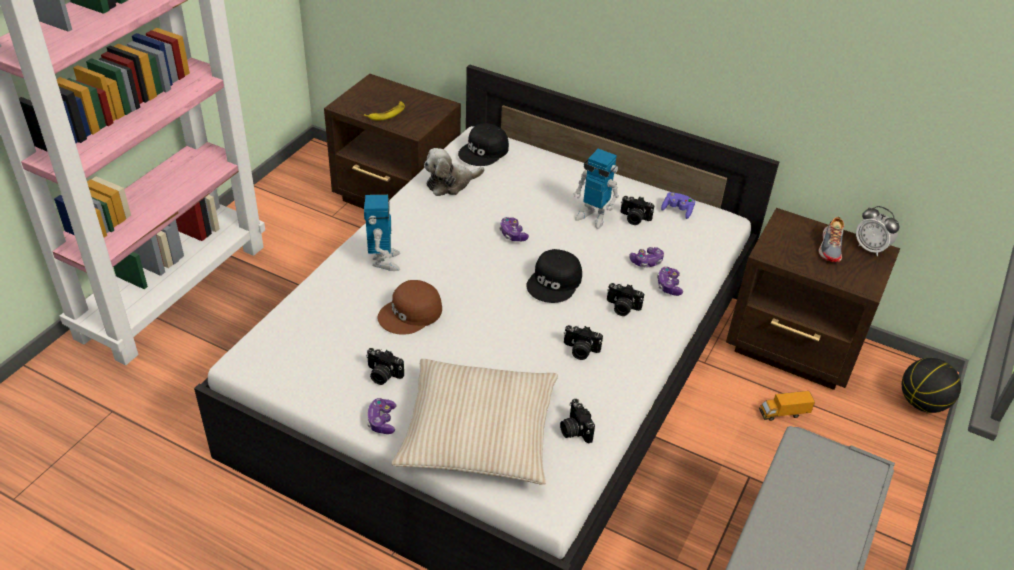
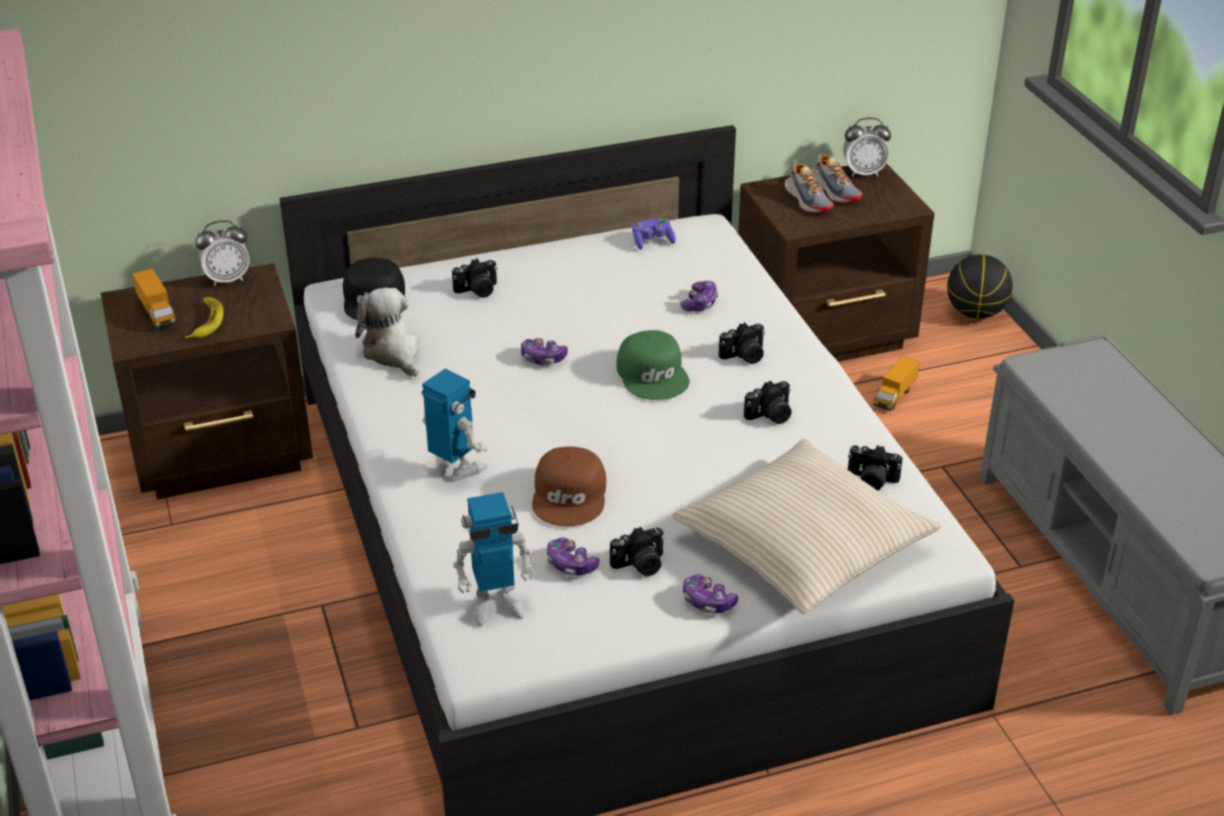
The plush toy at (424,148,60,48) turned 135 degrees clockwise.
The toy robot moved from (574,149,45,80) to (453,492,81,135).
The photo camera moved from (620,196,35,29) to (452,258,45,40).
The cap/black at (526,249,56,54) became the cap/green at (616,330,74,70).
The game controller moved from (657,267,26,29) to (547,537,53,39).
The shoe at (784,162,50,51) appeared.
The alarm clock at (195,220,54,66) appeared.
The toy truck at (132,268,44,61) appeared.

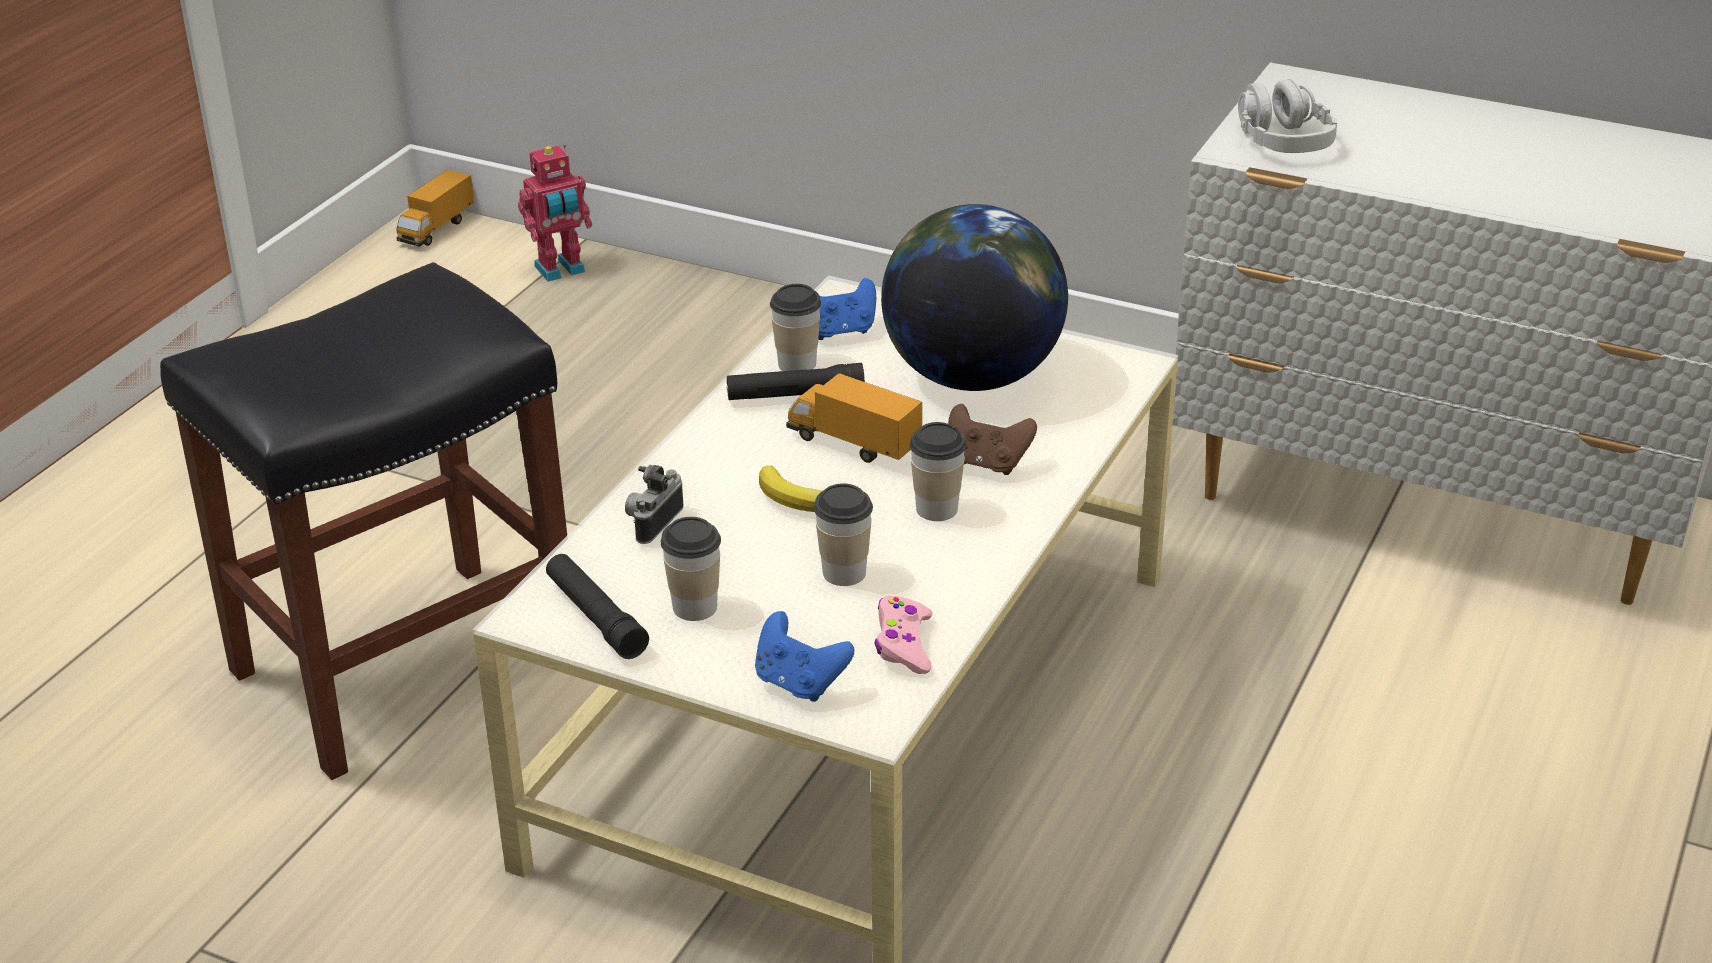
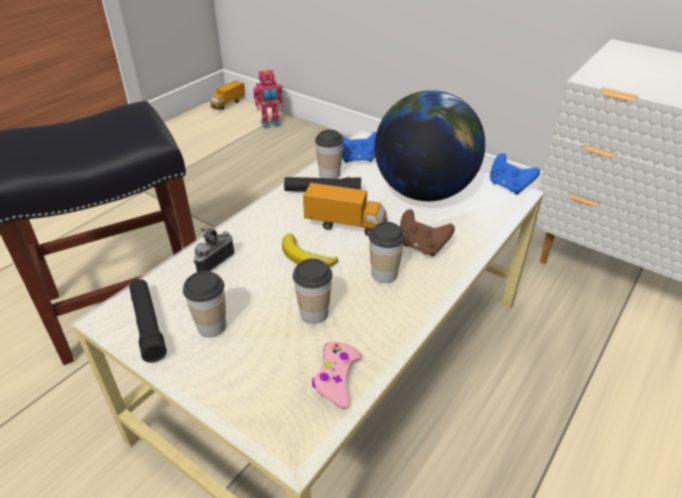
The headphones/grey at (1238,79,99,74) disappeared.
The toy truck at (786,373,136,90) turned 150 degrees clockwise.
The game controller/blue moved from (755,611,99,91) to (490,153,50,42).

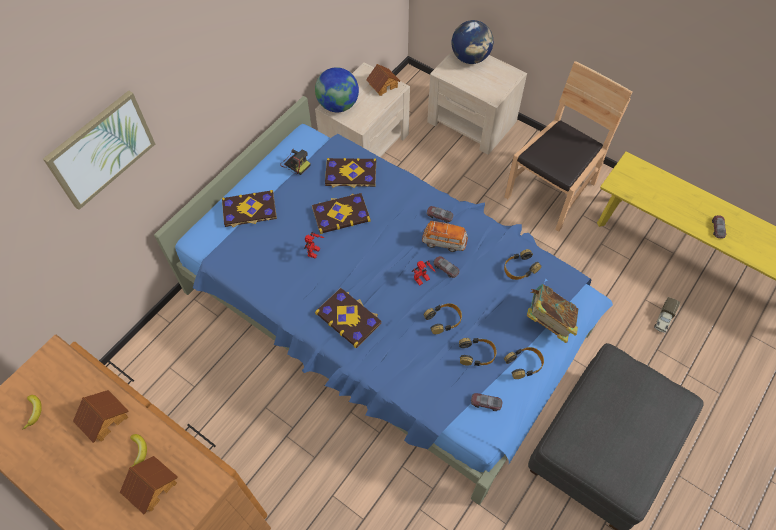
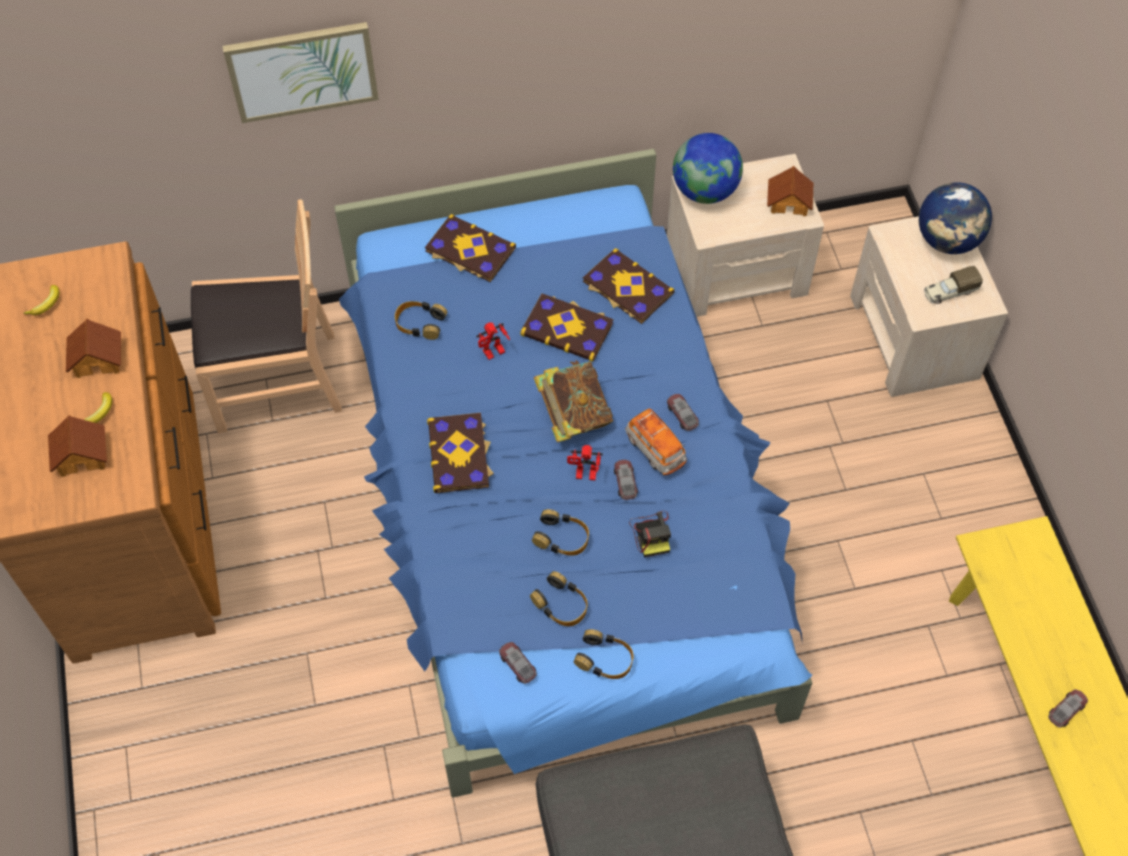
The chair/brown moved from (504,61,128,171) to (191,199,151,234).
The photo camera moved from (280,149,31,26) to (629,511,42,46).
The headphones moved from (504,249,38,31) to (395,301,52,39).
The book moved from (527,284,51,59) to (534,360,79,83).
The toy truck moved from (654,297,26,36) to (924,266,59,38).

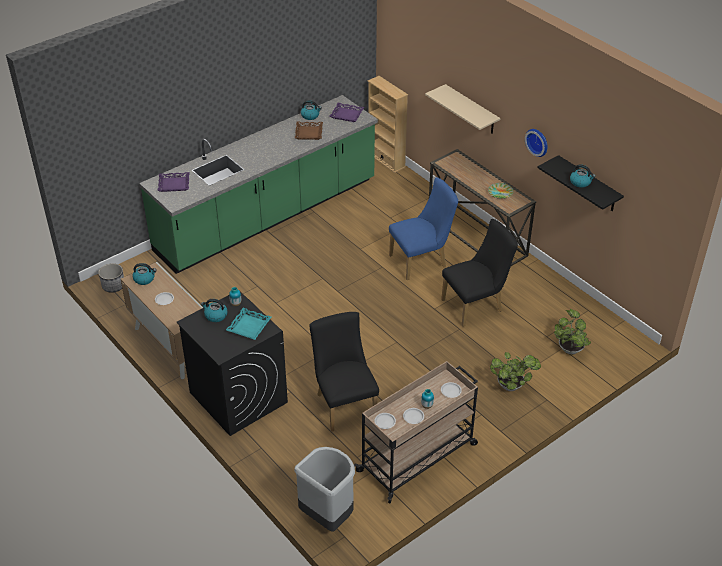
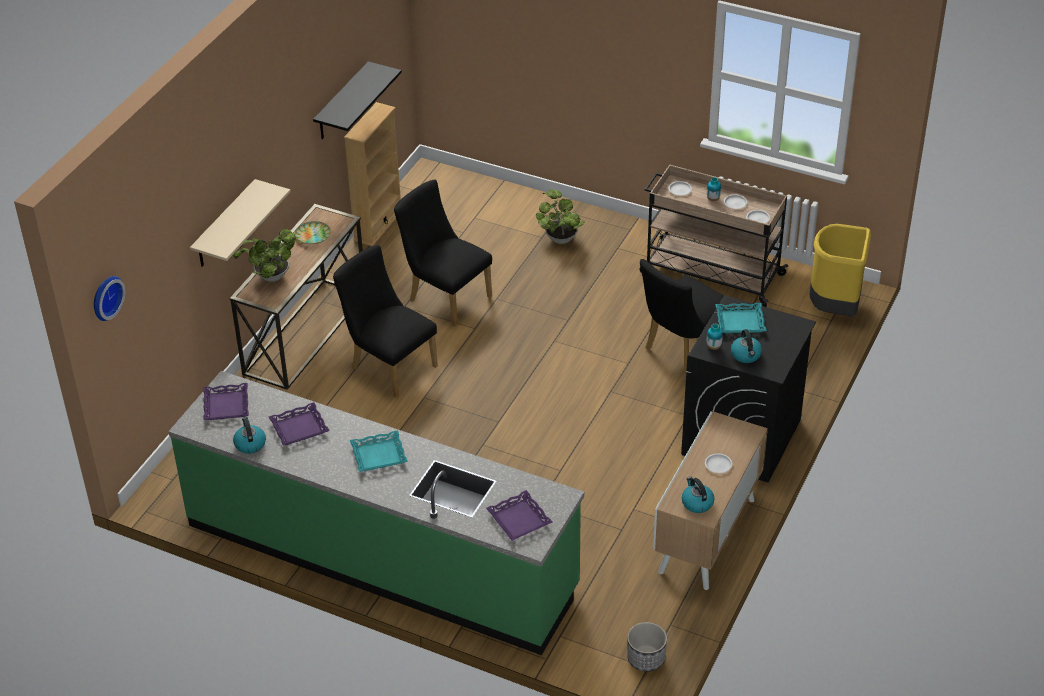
The bookcase/beige moved from (368,76,40,97) to (344,102,57,144).
The tray/brown at (295,122,28,18) became the tray/purple at (269,402,61,44).
The wall clock moved from (525,129,22,28) to (94,276,31,45).
The kettle at (570,164,26,23) disappeared.
The chair/blue at (389,177,69,103) became the chair/black at (333,245,105,153).
The potted plant moved from (554,309,37,46) to (233,228,63,54).
The trash can/grey at (294,447,61,85) became the trash can/yellow at (809,224,62,92).
The tray/turquoise at (350,430,58,42) appeared.

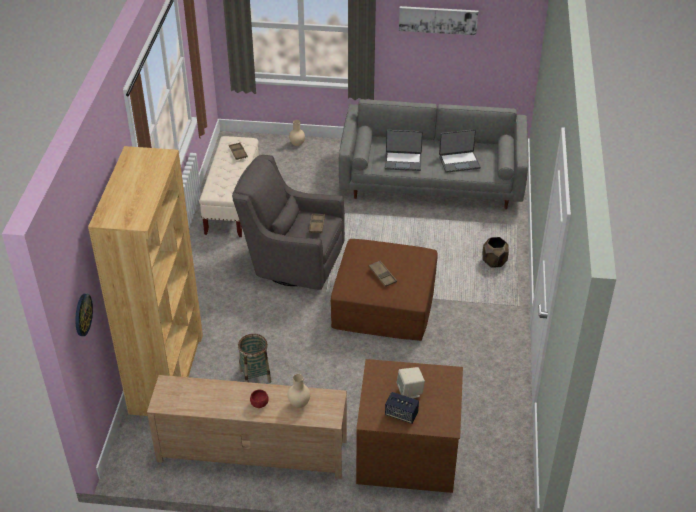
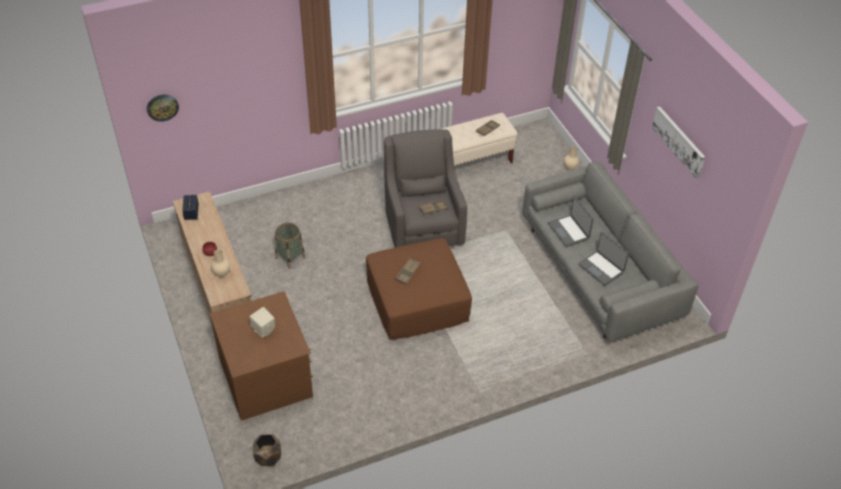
The bookcase/brown at (88,146,115,270) disappeared.
The planter/brown moved from (483,237,26,31) to (253,434,28,32).
The speaker moved from (385,392,34,32) to (182,195,17,25).

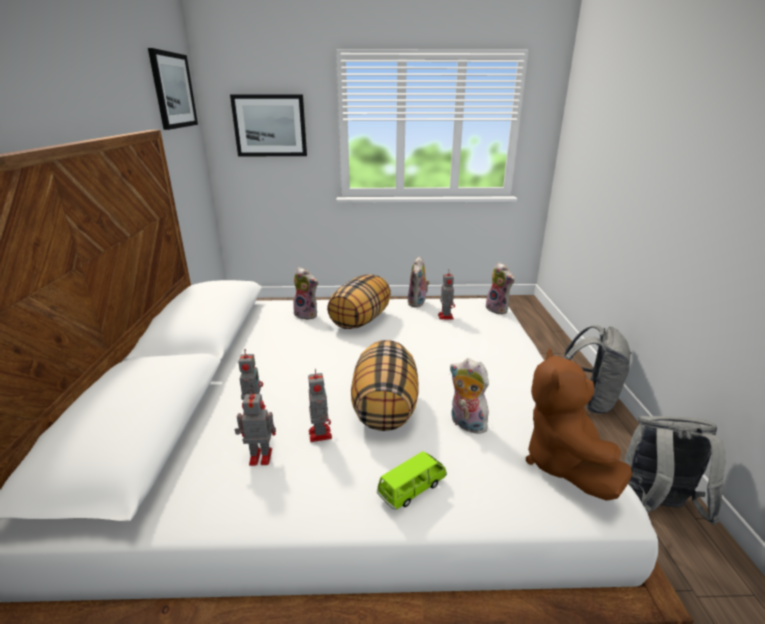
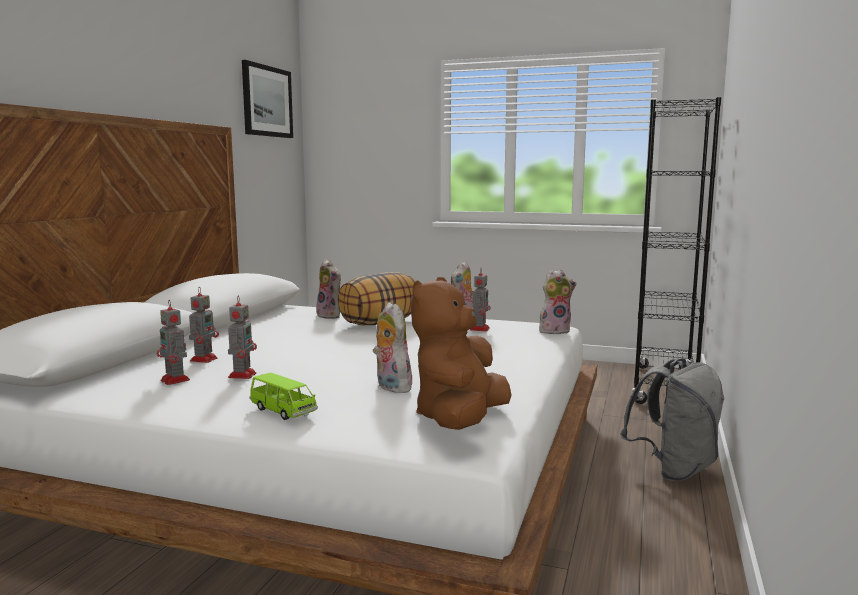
The picture at (230,94,77,62) disappeared.
The plush toy at (486,262,29,52) turned 90 degrees counterclockwise.
The pillow at (351,340,68,91) disappeared.
The toy robot at (235,389,41,77) turned 150 degrees counterclockwise.
The backpack/grey at (624,416,101,109) disappeared.
The toy car/green at (377,451,70,59) turned 60 degrees clockwise.
The bookcase/black at (632,97,89,307) appeared.

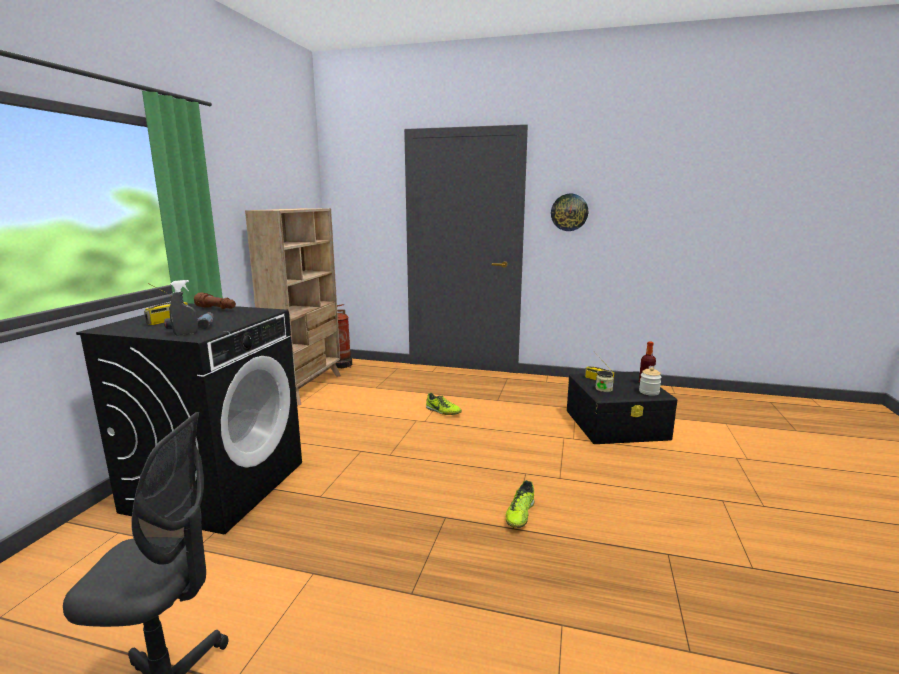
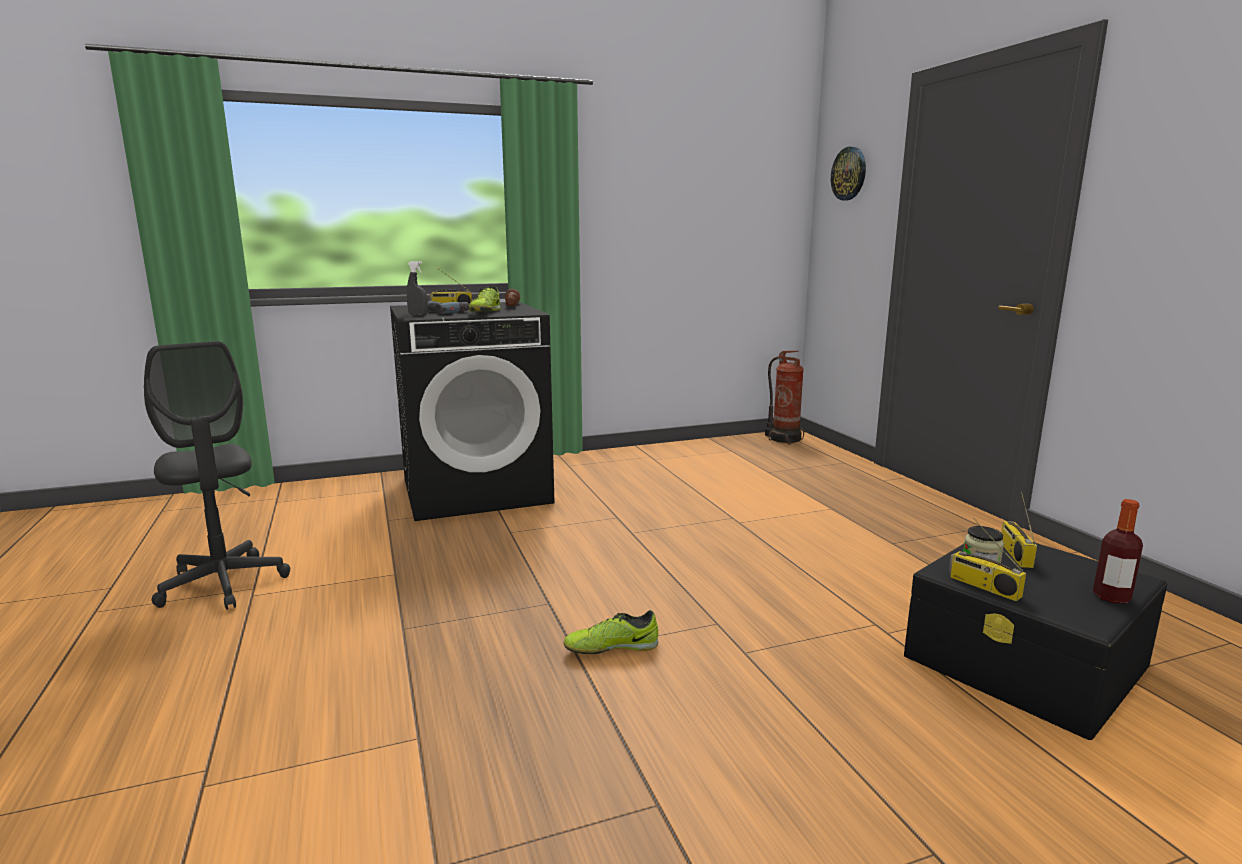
The wall clock moved from (551,194,37,37) to (831,147,35,54).
The bookcase/beige at (245,208,96,198) disappeared.
The jar at (639,367,23,29) disappeared.
The shoe moved from (426,393,36,22) to (469,286,32,25).
The radio at (949,518,77,83) appeared.

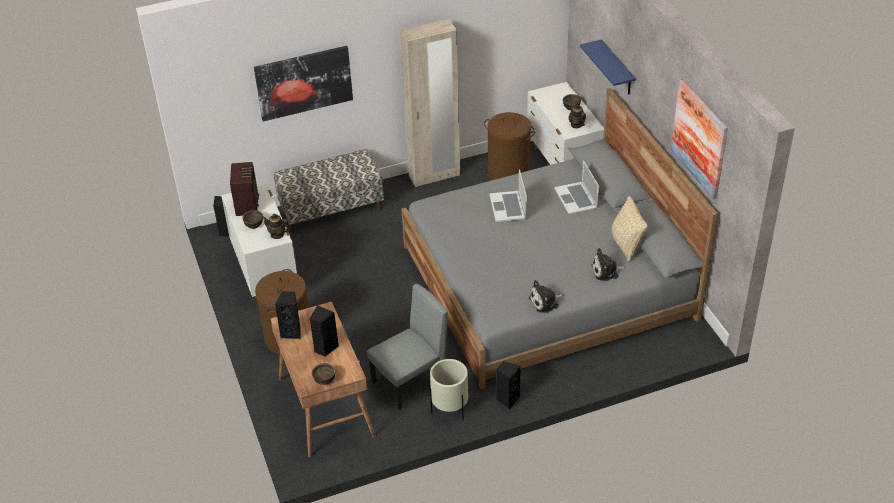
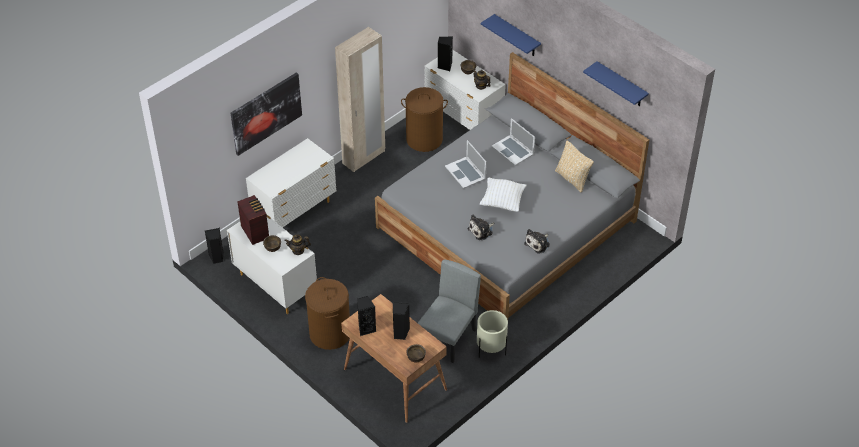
The picture at (671,80,57,119) was replaced by the shelf/blue at (583,61,66,45).
The bench at (274,149,110,85) was replaced by the dresser/white at (246,138,90,89).
The plush toy moved from (591,248,35,33) to (468,214,27,26).
The speaker/black moved from (497,361,24,48) to (438,36,15,35).
The pillow/white at (480,177,47,35) appeared.

